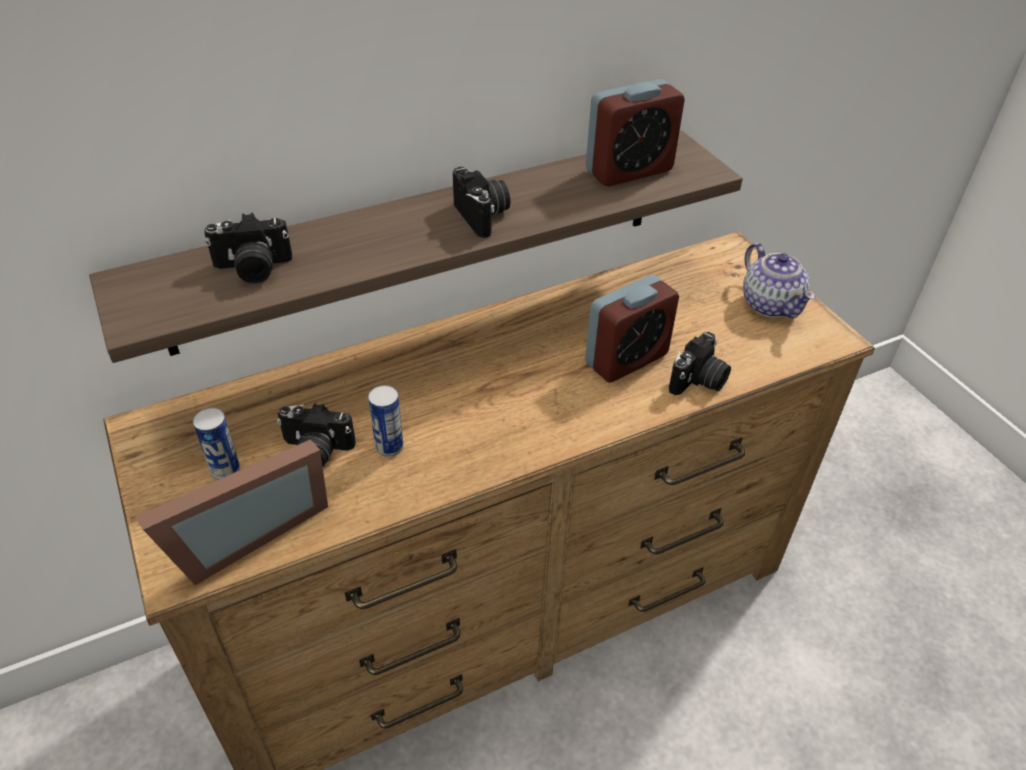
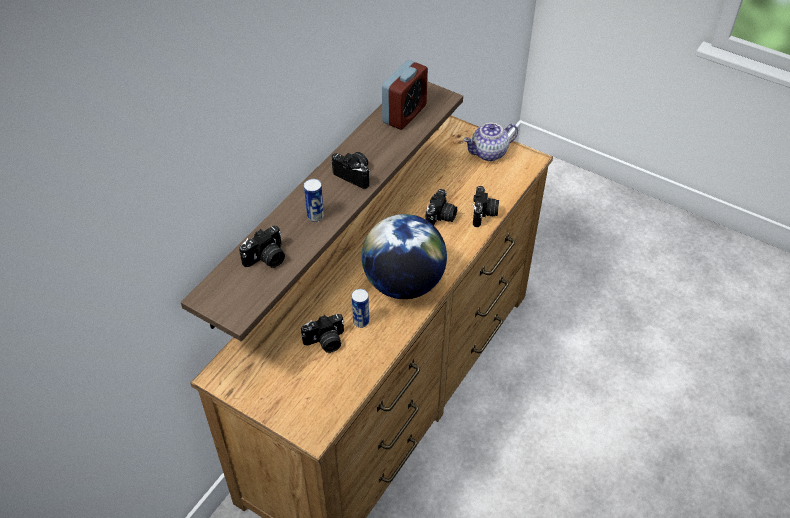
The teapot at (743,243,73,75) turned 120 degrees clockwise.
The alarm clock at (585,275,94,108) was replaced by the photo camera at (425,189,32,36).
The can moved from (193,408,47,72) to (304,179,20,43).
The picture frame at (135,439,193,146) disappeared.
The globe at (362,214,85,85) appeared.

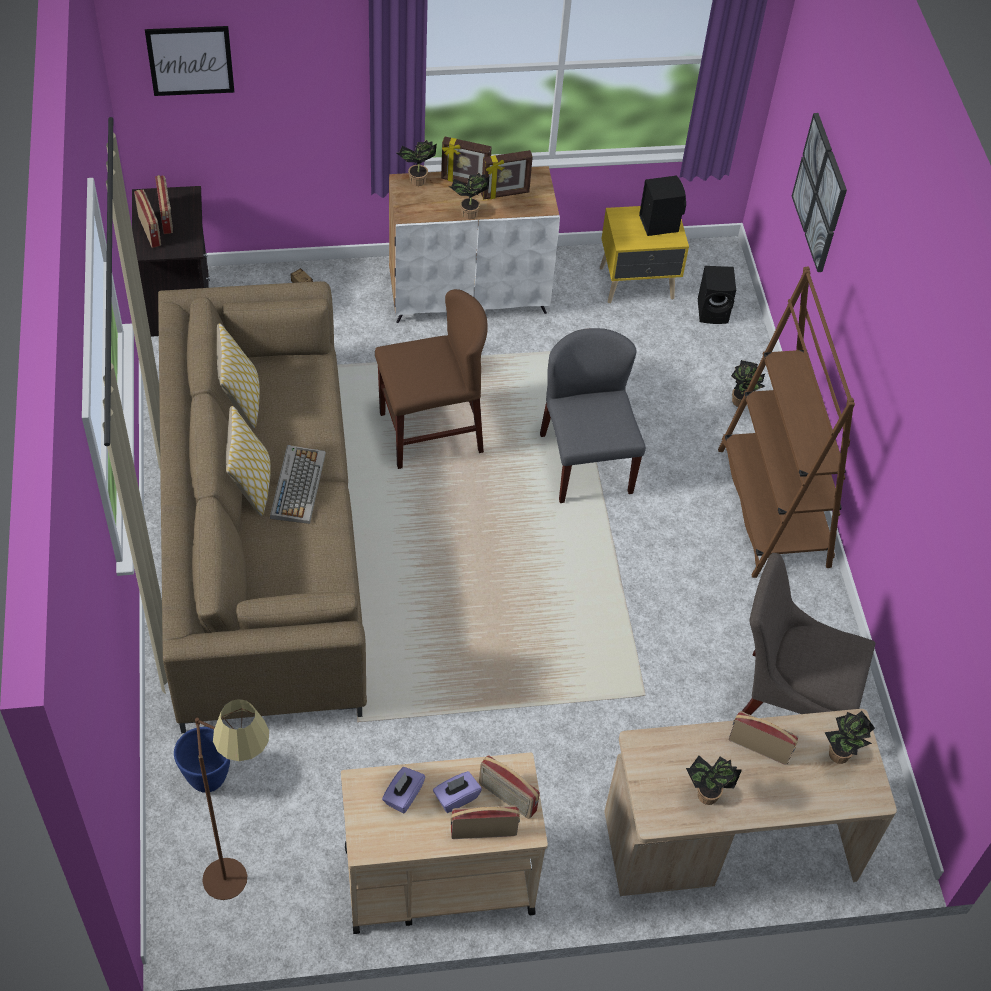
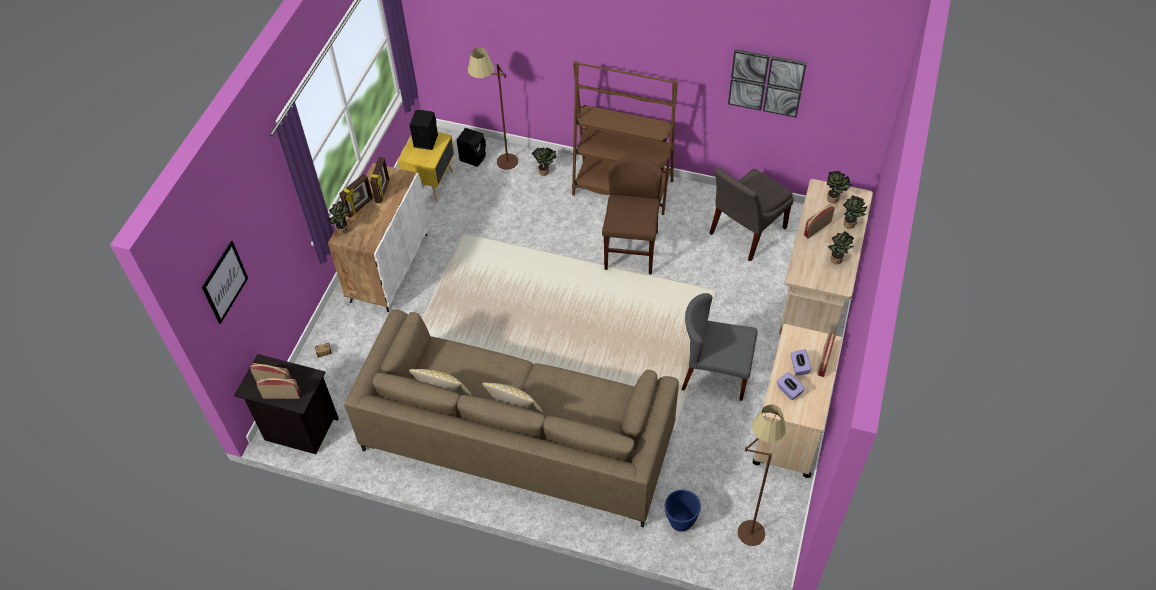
The picture moved from (792,113,55,159) to (728,49,79,69).
The potted plant moved from (449,173,40,46) to (843,195,25,34).
The chair/brown moved from (375,289,113,180) to (602,156,60,118).
The chair/grey moved from (540,328,106,175) to (682,293,76,108).
The keyboard at (270,445,56,79) disappeared.
The radio at (479,755,61,64) disappeared.
The floor lamp/brown at (468,48,50,122) appeared.

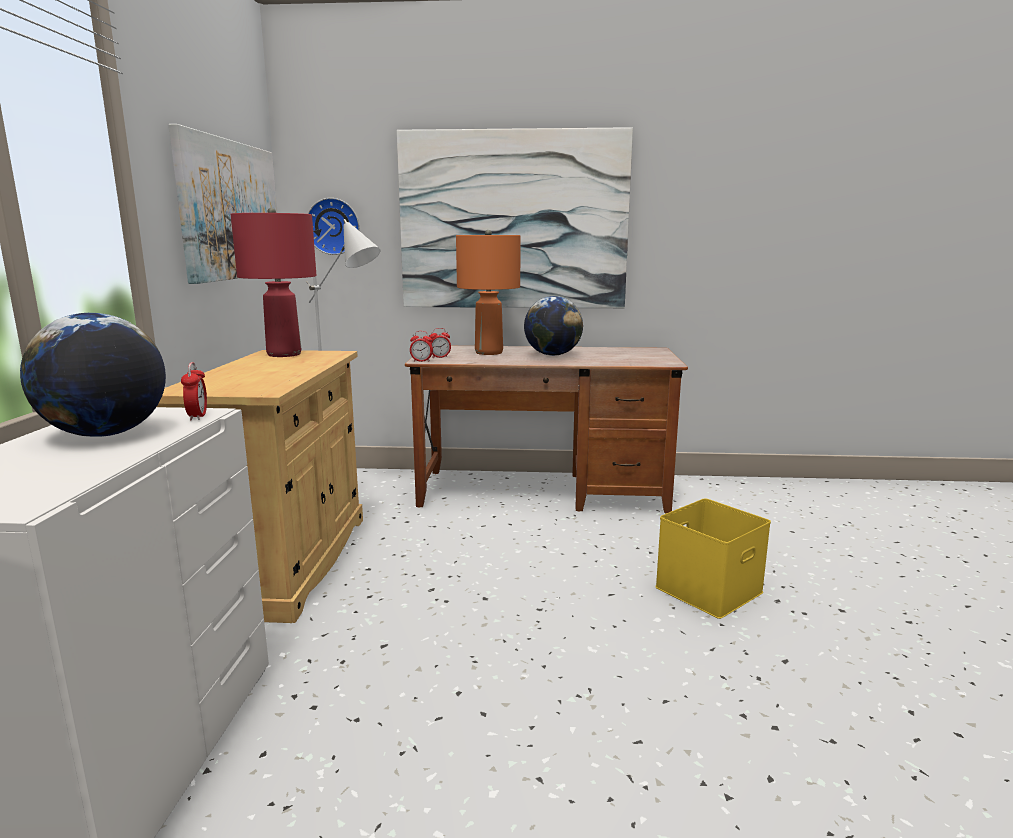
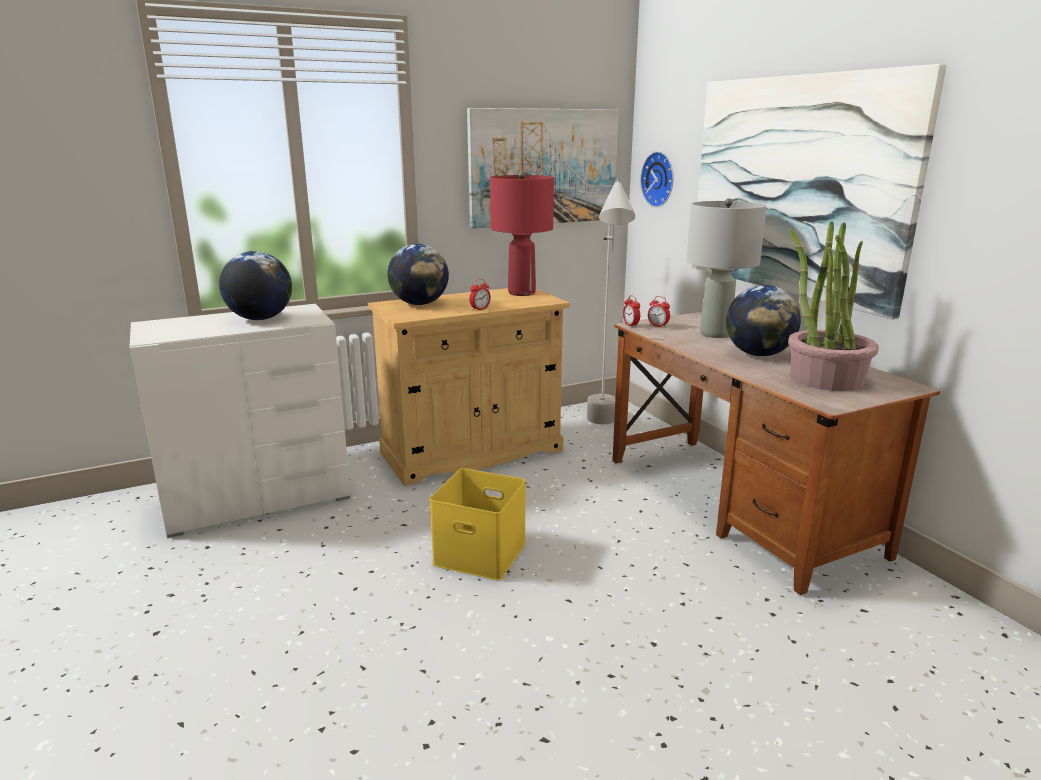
The table lamp/orange at (456,230,65,125) became the table lamp/grey at (686,198,81,140).
The alarm clock moved from (181,362,26,59) to (469,279,22,32).
The storage box/yellow moved from (655,498,116,121) to (430,468,96,113).
The potted plant at (788,221,91,170) appeared.
The globe at (387,244,62,61) appeared.

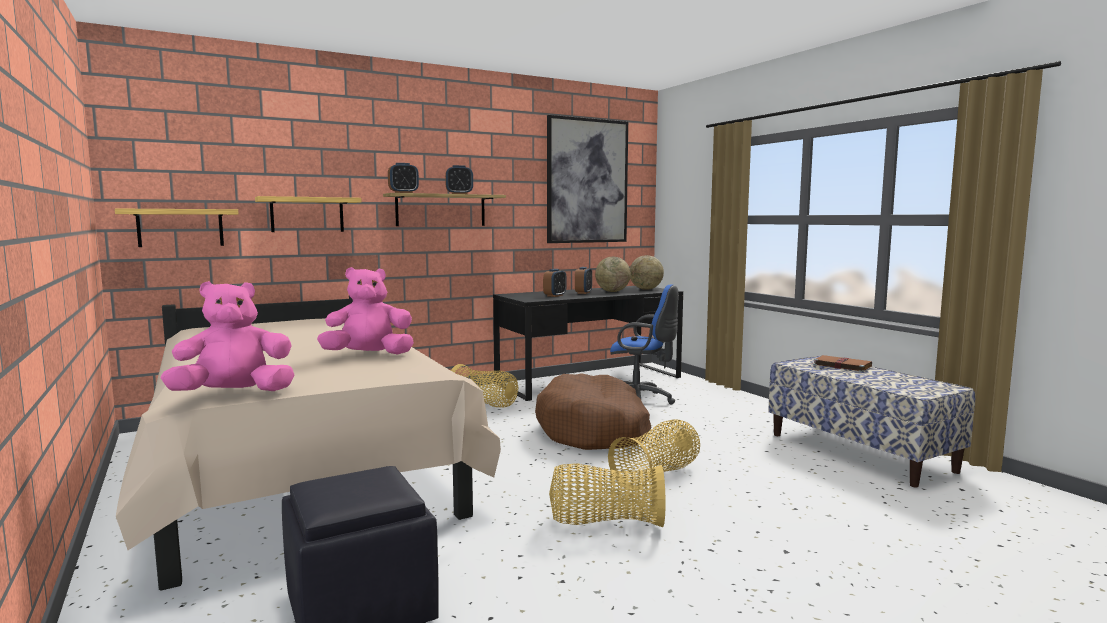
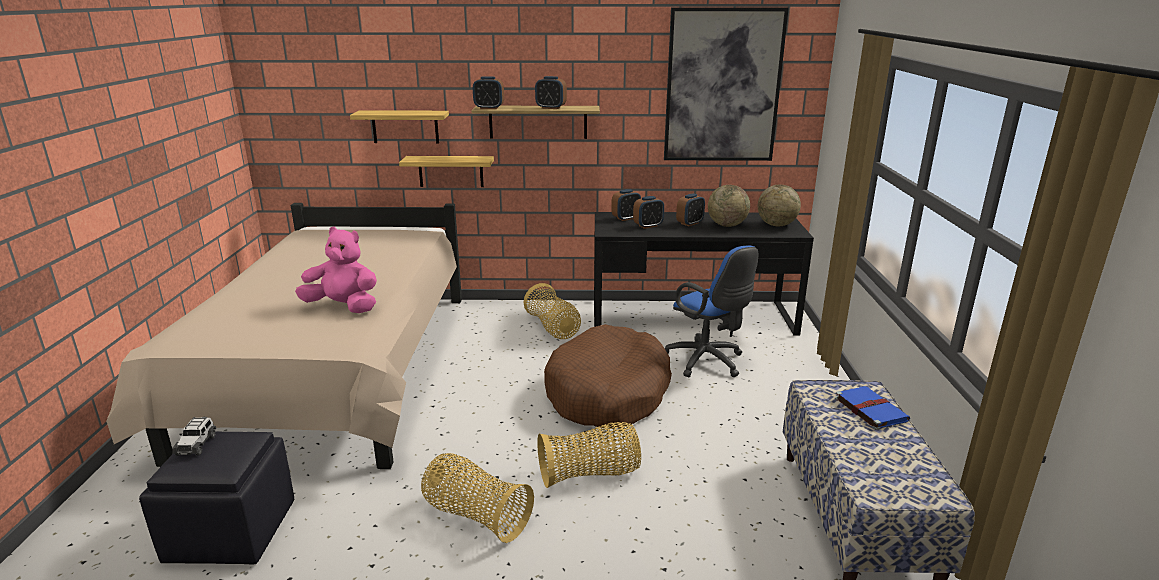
The shelf moved from (115,209,124,38) to (399,156,95,31).
The plush toy/pink at (161,281,134,110) disappeared.
The book/brown at (812,355,60,17) became the book/blue at (835,386,75,44).
The alarm clock at (611,189,30,32) appeared.
The toy car at (172,417,44,39) appeared.

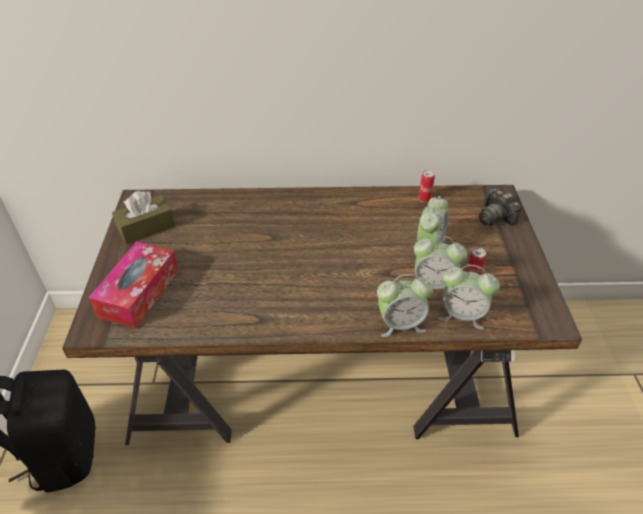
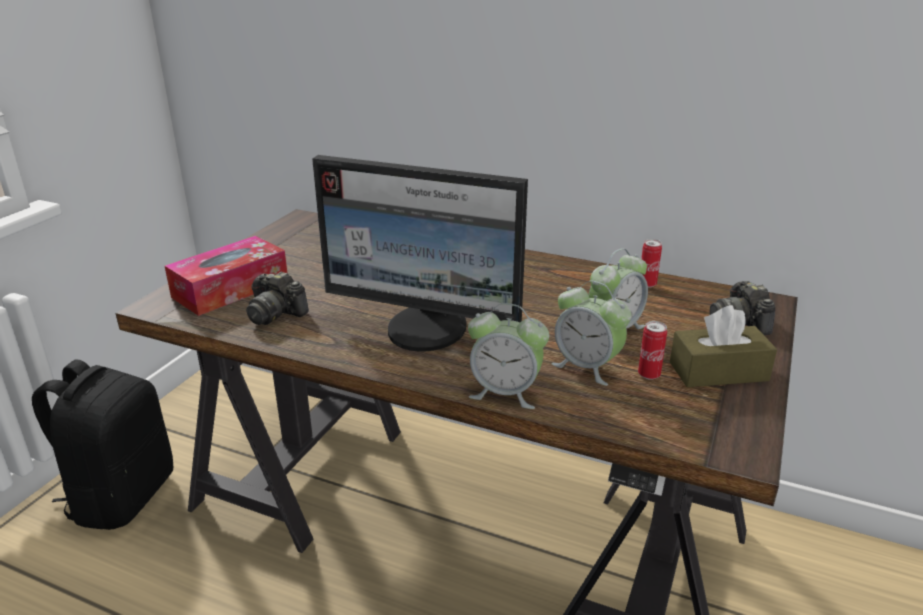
The tissue box/brown moved from (112,191,63,53) to (670,305,107,82).
The alarm clock at (438,265,62,64) disappeared.
The monitor at (312,155,216,196) appeared.
The photo camera at (246,271,63,54) appeared.

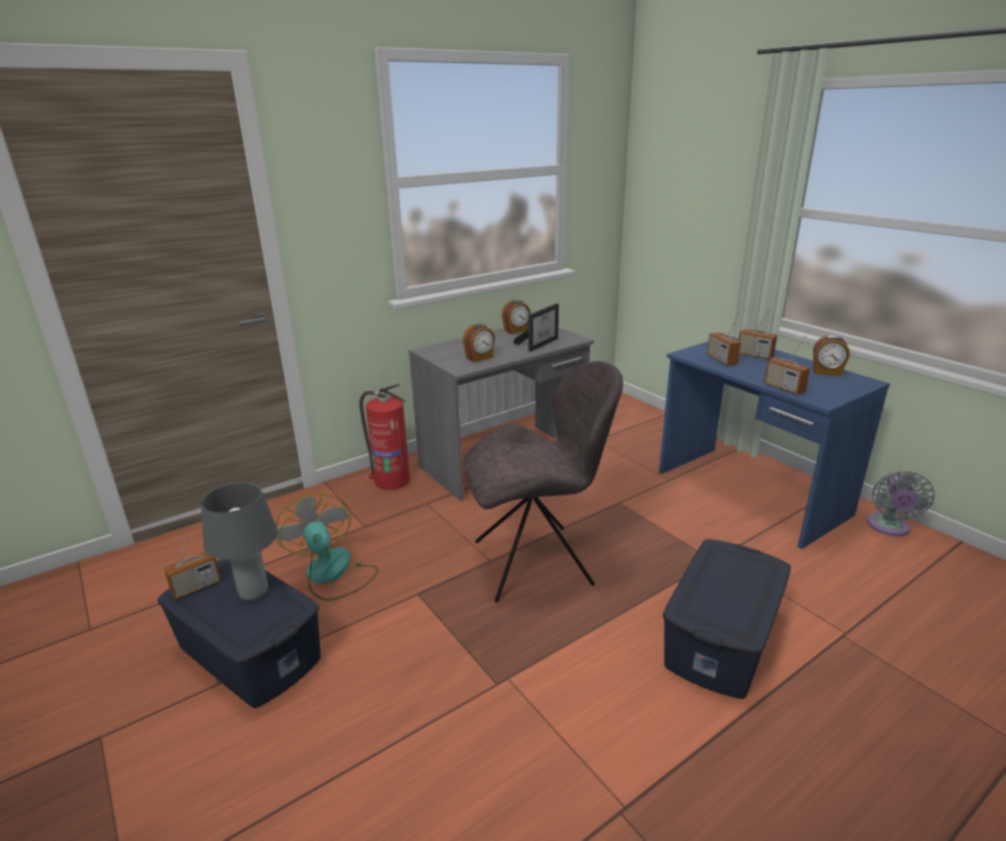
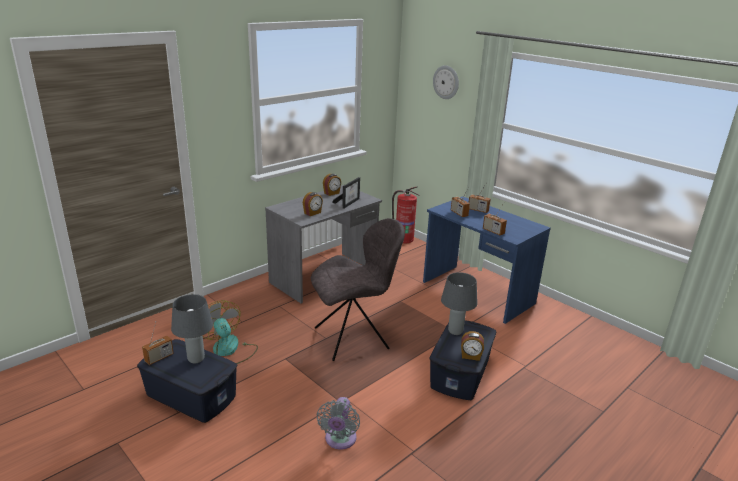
The alarm clock moved from (813,335,37,41) to (461,331,23,30).
The fire extinguisher moved from (359,384,51,106) to (392,186,28,57).
The fan/grey moved from (867,471,68,65) to (317,397,43,53).
The wall clock at (433,65,26,34) appeared.
The table lamp/grey at (441,272,37,63) appeared.

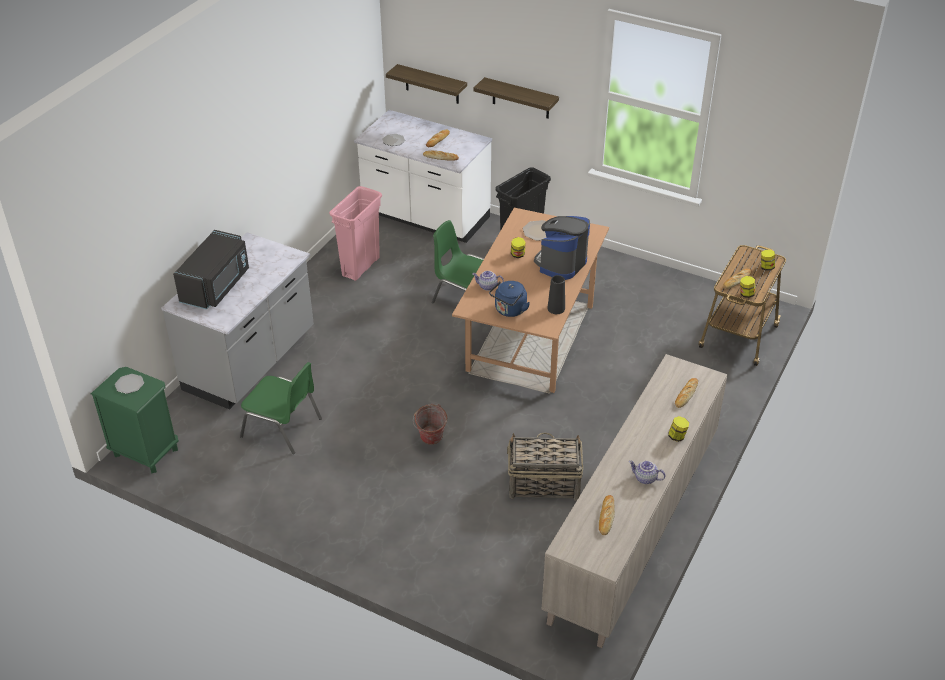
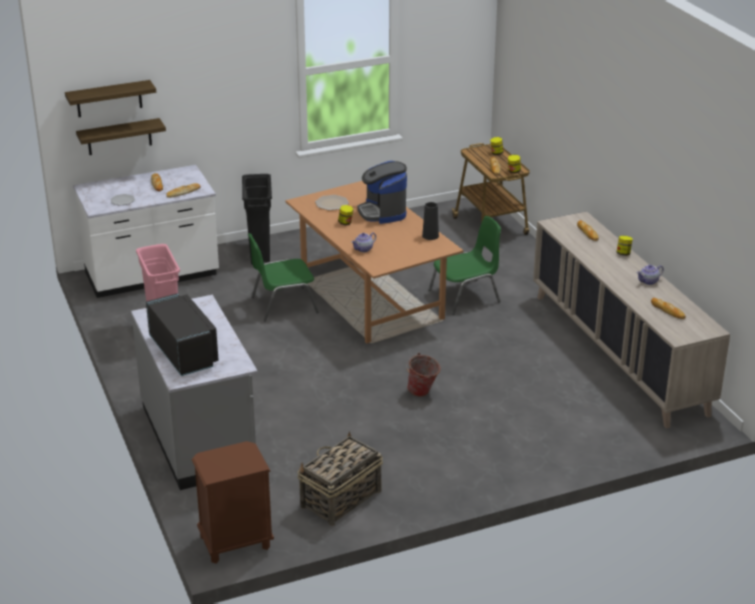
The shelf moved from (474,77,85,42) to (65,80,91,37).
The kettle/blue at (489,281,41,36) disappeared.
The chair/green moved from (240,362,82,92) to (428,216,73,99).
The nightstand/green at (91,367,88,106) became the nightstand/brown at (192,441,82,123).
The plate at (115,374,29,20) disappeared.
The basket moved from (507,432,76,69) to (298,431,85,95).

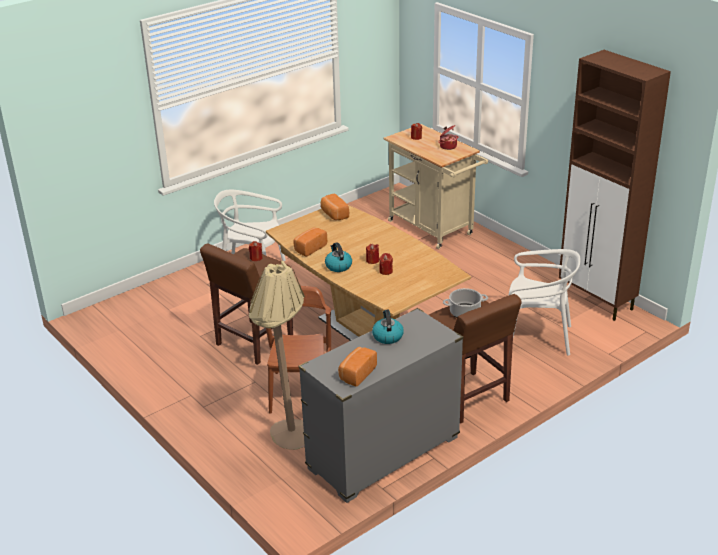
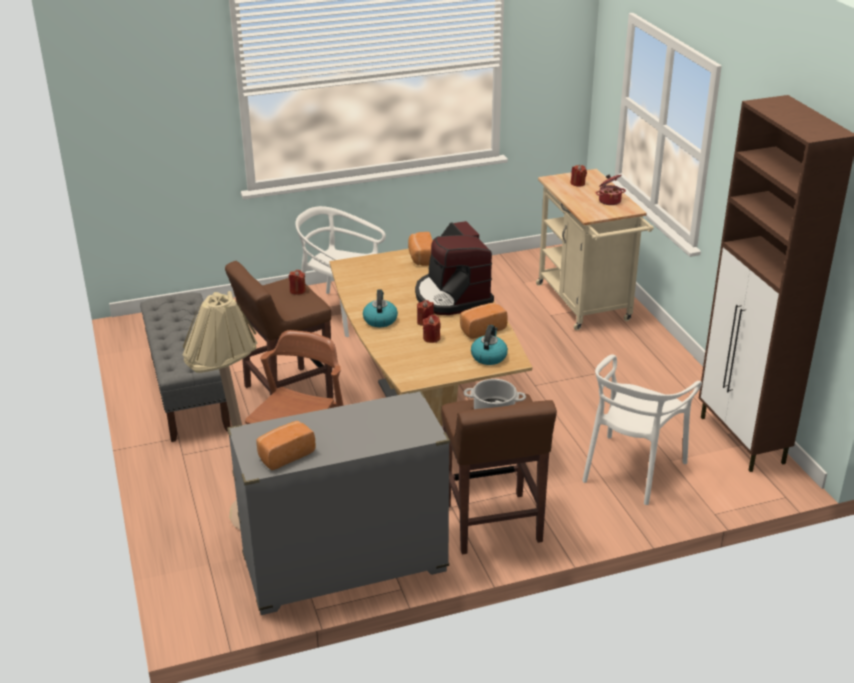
The bread moved from (294,227,33,30) to (460,303,48,36).
The chair/white at (509,249,71,107) turned 90 degrees clockwise.
The kettle moved from (372,310,32,34) to (471,325,37,40).
The coffee machine at (415,221,79,94) appeared.
The bench/grey at (140,293,91,149) appeared.

